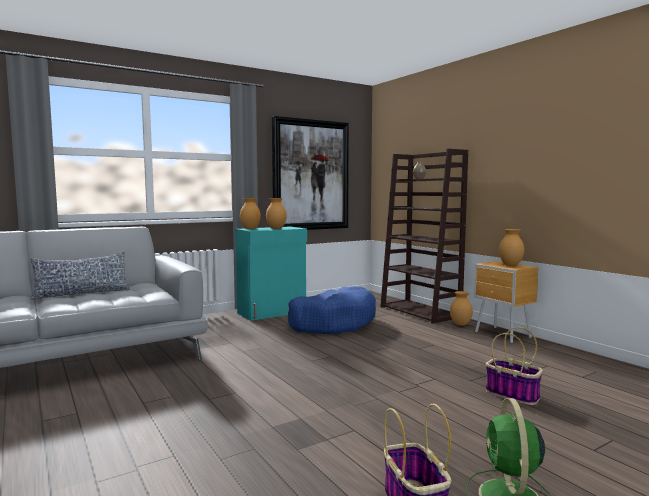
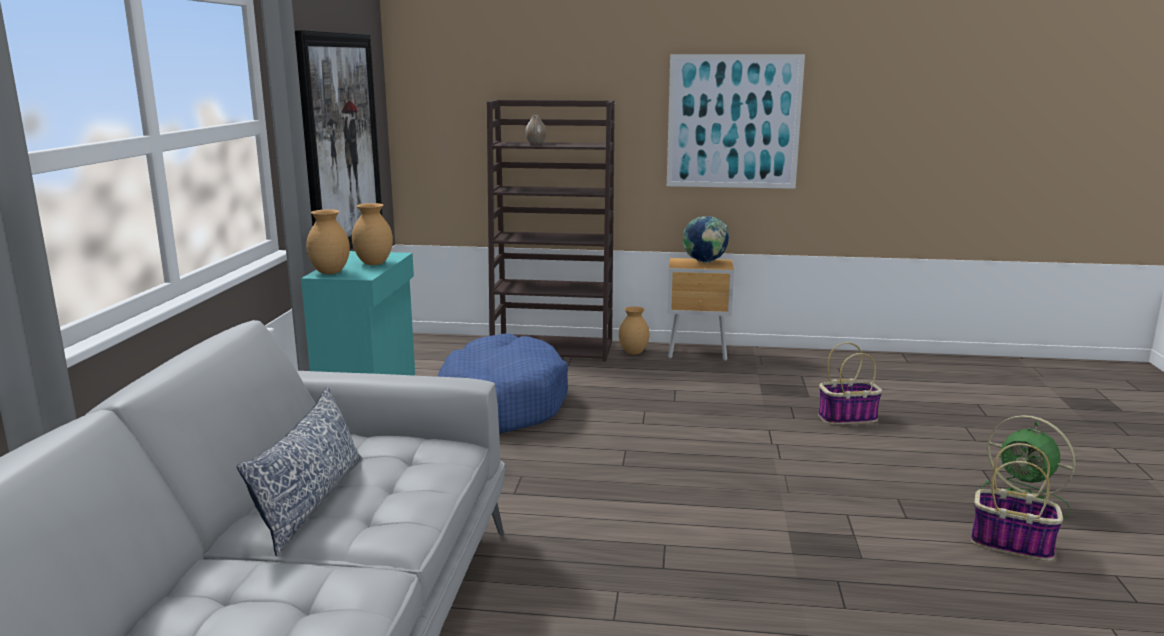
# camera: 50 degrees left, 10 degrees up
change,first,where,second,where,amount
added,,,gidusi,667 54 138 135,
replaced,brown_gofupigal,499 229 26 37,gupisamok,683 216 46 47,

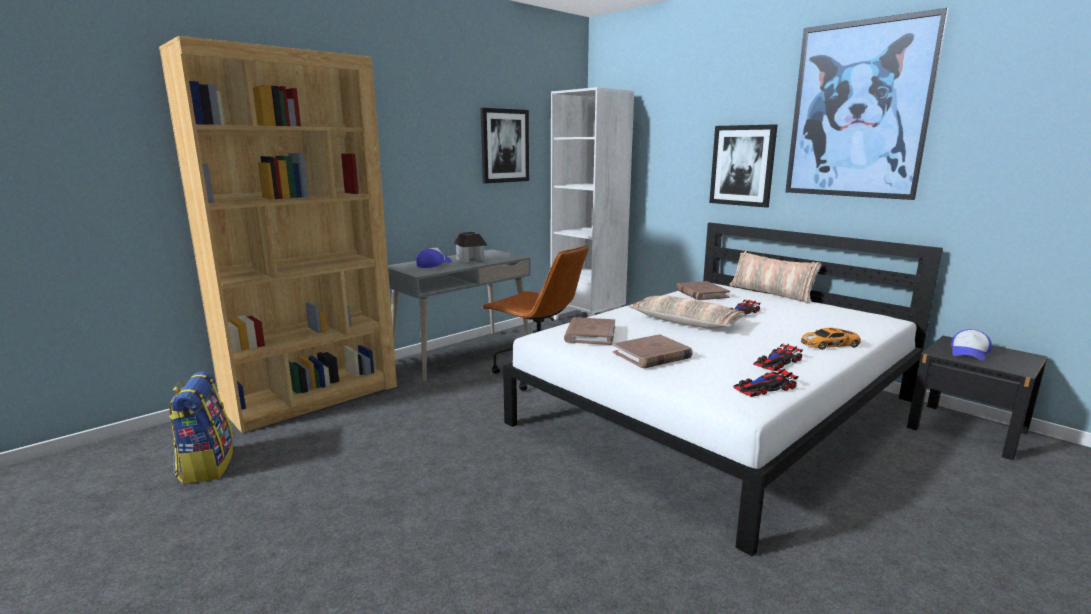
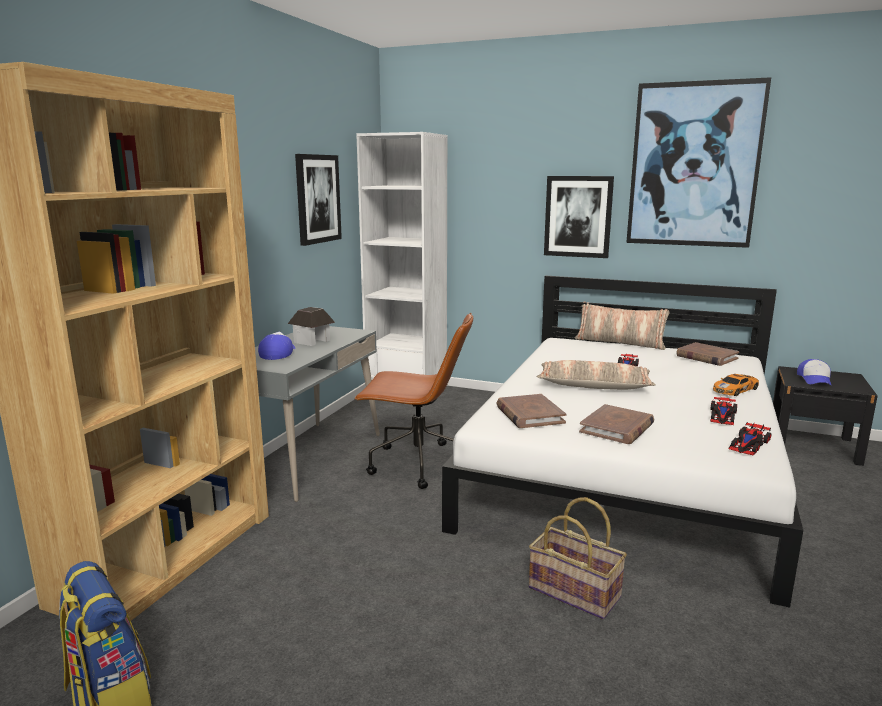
# camera: 25 degrees left, 0 degrees up
change,first,where,second,where,amount
added,,,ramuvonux,529 497 98 122,
moved,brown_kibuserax,676 281 54 19,,676 342 63 24,

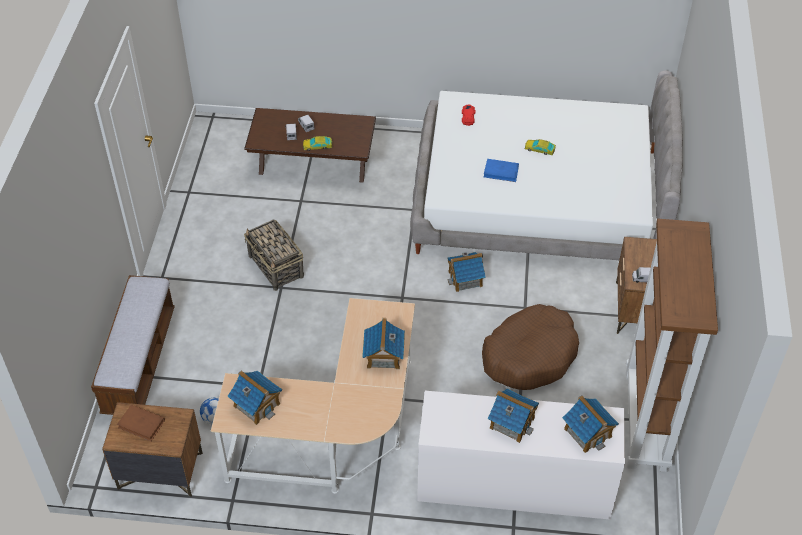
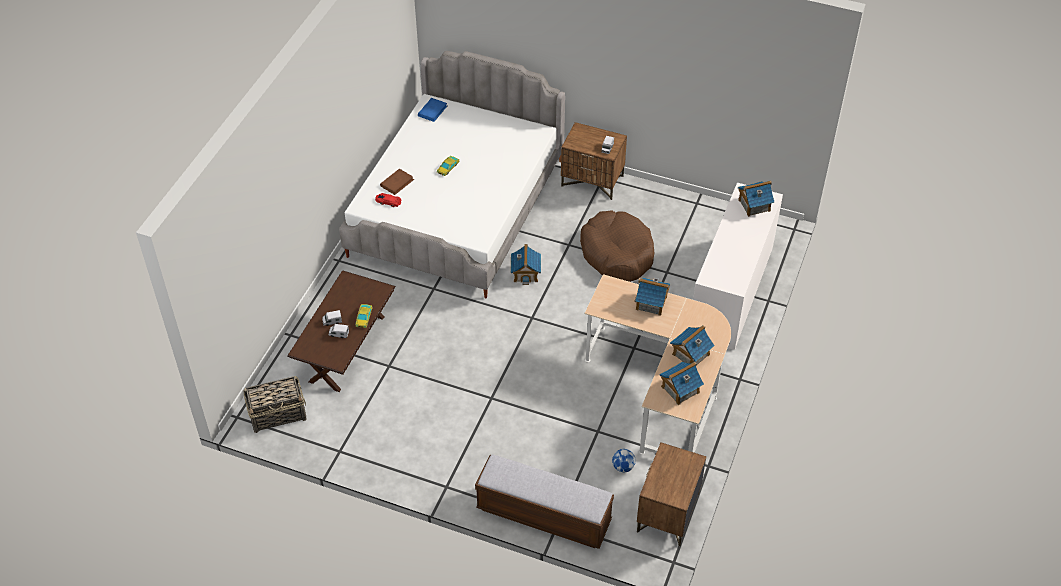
# camera: 75 degrees left, 0 degrees up
change,first,where,second,where,amount
moved,ramuvonux,244 219 60 72,,243 376 64 57,
moved,brown_kibuserax,117 405 48 36,,380 169 34 26,
moved,blue_kibuserax,484 159 35 23,,418 98 29 24,
moved,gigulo,488 388 51 55,,670 325 45 40,
removed,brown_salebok,626 219 92 253,,,

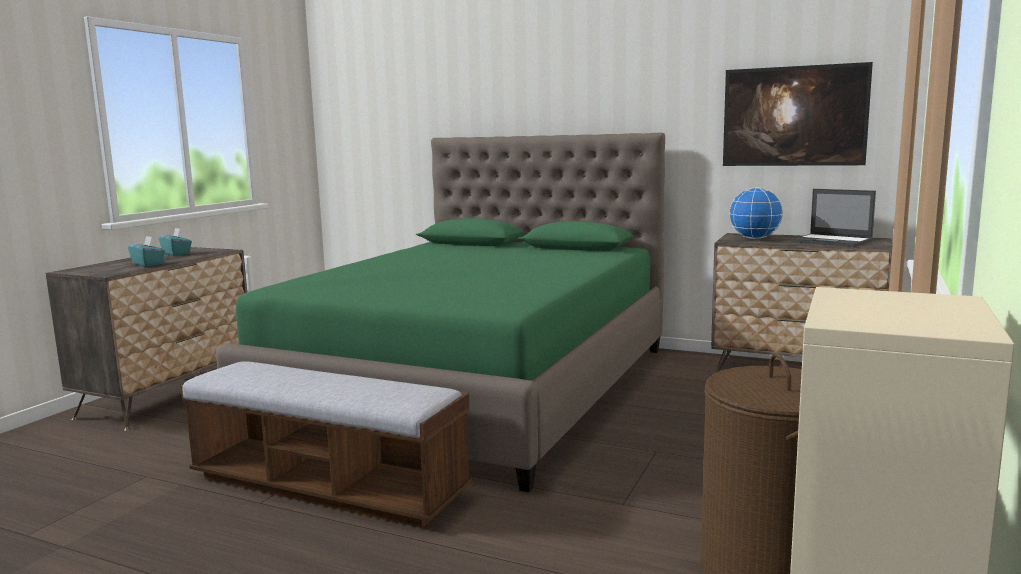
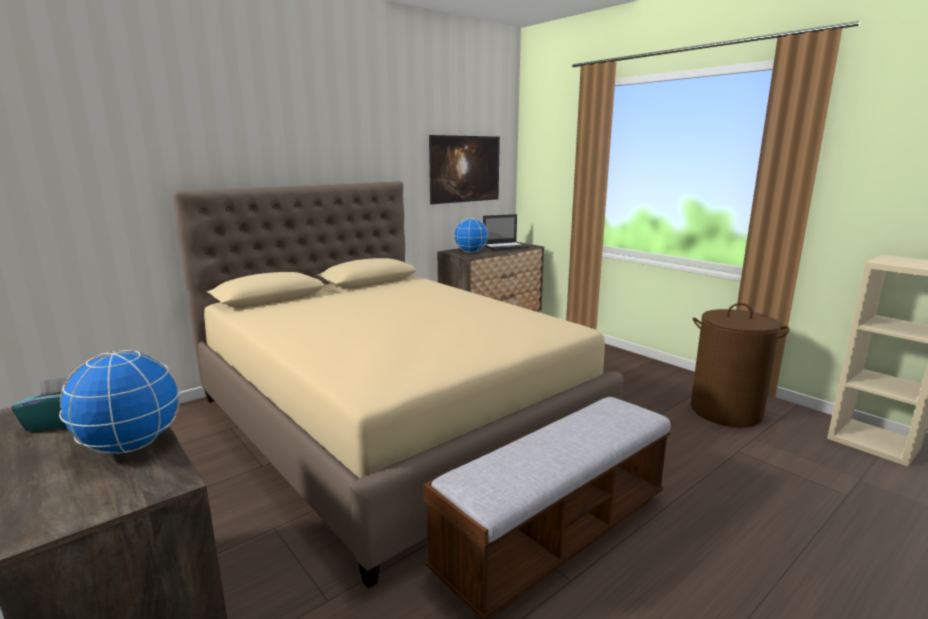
# camera: 65 degrees left, 5 degrees up
change,first,where,second,where,amount
replaced,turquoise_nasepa,128 236 37 30,gupisamok,59 350 121 104,
recoloured,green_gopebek,216 133 449 359,beige_gopebek,172 181 451 407,

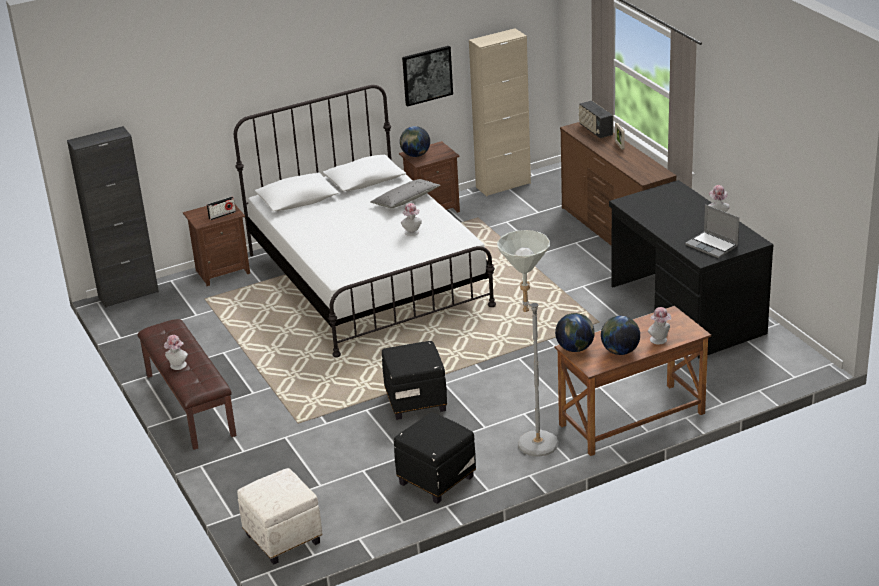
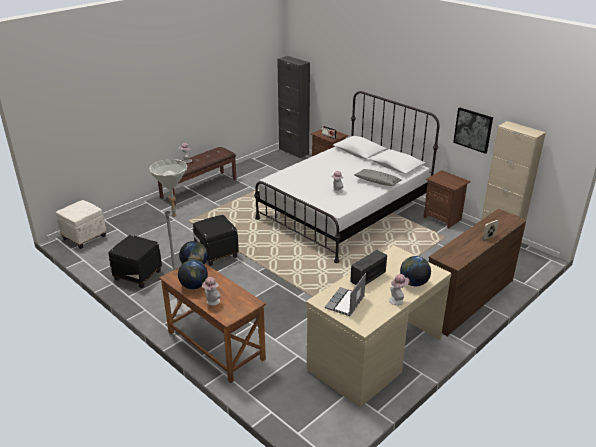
# camera: 70 degrees right, 0 degrees up
change,first,where,second,where,amount
recoloured,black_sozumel,609 180 164 178,beige_sozumel,306 245 146 163,
moved,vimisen,579 100 34 38,,350 250 37 35,
moved,gupisamok,400 126 30 31,,400 256 31 30,

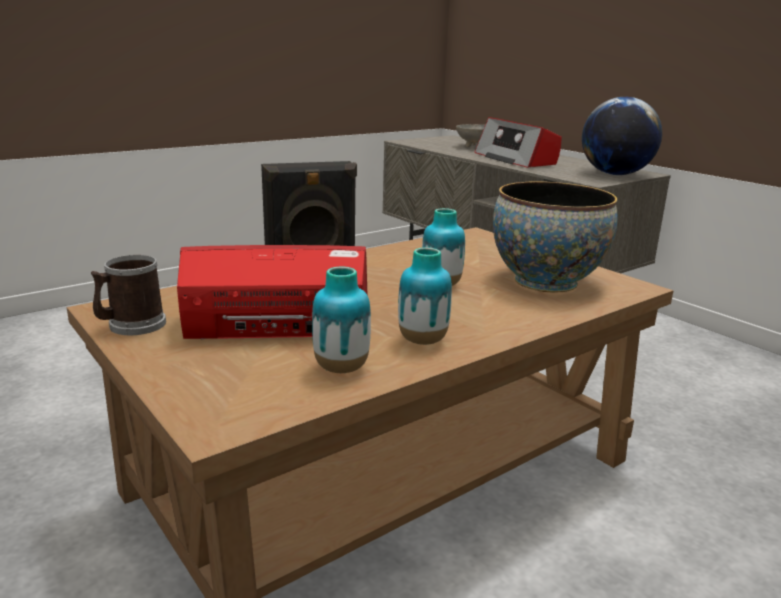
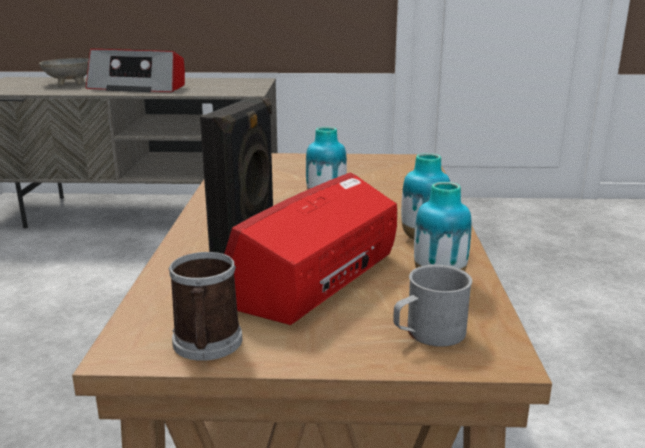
# camera: 50 degrees left, 0 degrees up
change,first,where,second,where,amount
added,,,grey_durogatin,393 265 79 82,
removed,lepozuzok,493 181 125 112,,,
removed,gupisamok,582 97 80 78,,,

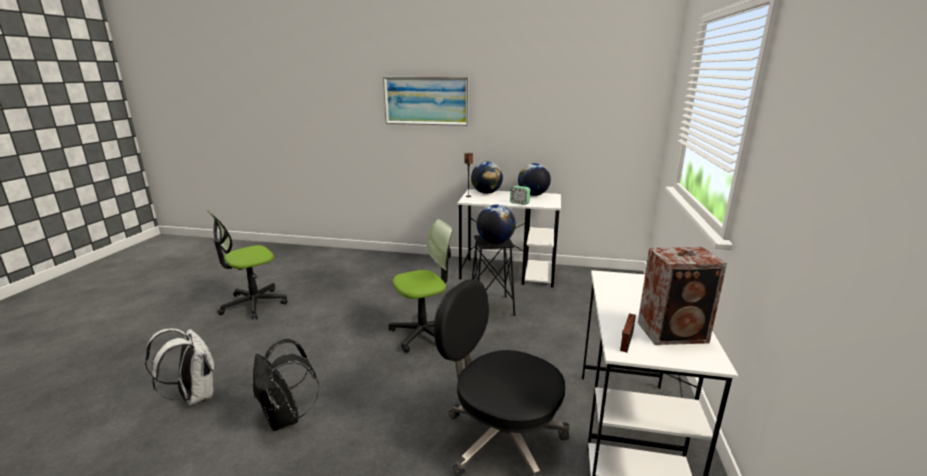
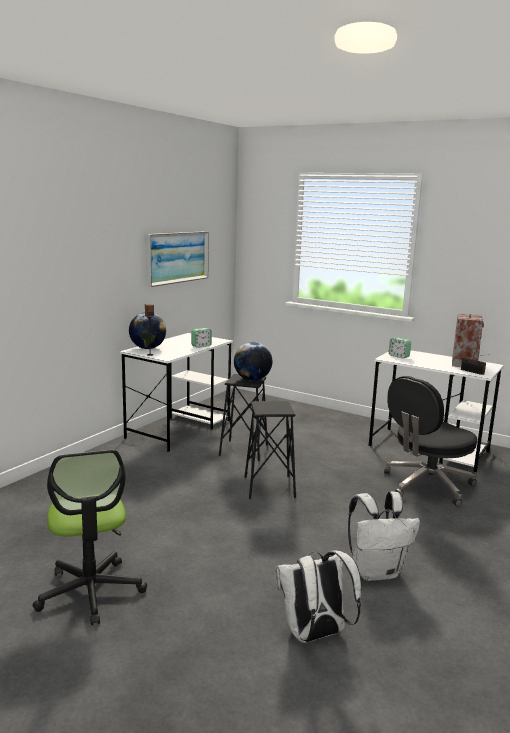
# camera: 70 degrees left, 5 degrees down
change,first,where,second,where,amount
moved,gidusi,383 77 86 49,,147 231 62 56,
replaced,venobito,388 219 65 134,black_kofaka,245 401 51 98,
recoloured,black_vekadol,253 339 66 92,white_vekadol,348 491 72 90,
added,,,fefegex,389 338 22 21,
removed,gupisamok,518 163 33 33,,,

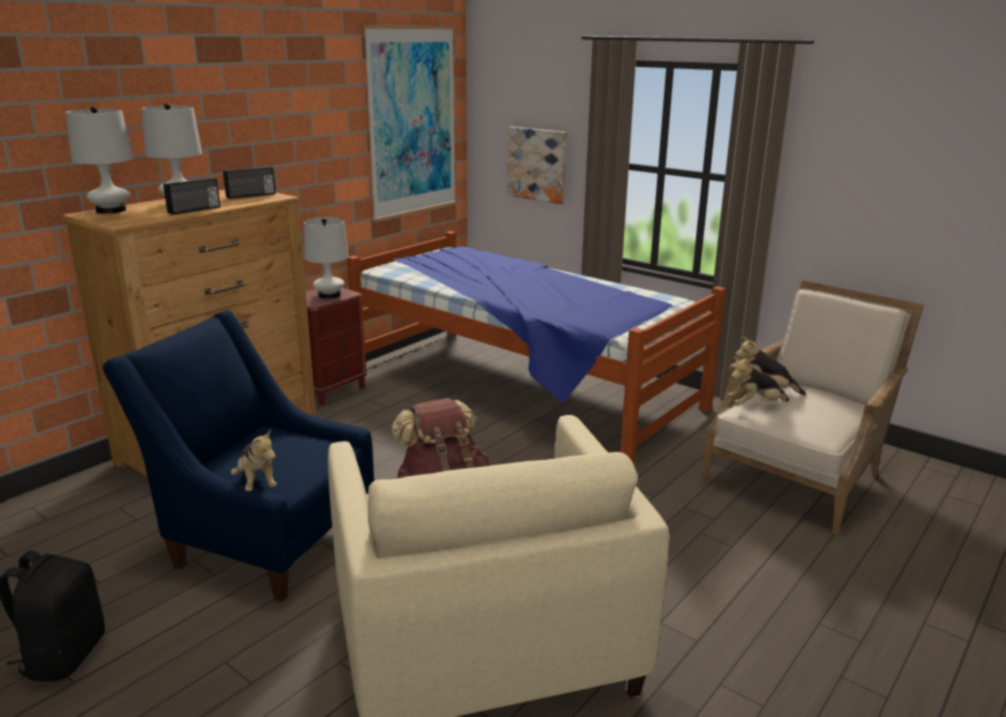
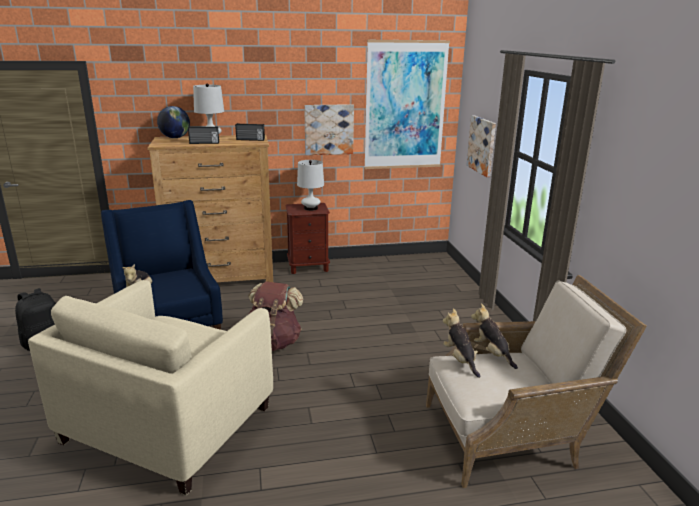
# camera: 40 degrees right, 0 degrees up
change,first,where,second,where,amount
replaced,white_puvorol,66 107 67 107,gupisamok,157 106 33 32,
added,,,gidusi,304 104 50 51,
turned,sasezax,728 357 61 48,,443 308 37 70,45 degrees clockwise
removed,gopebek,347 231 379 234,,,

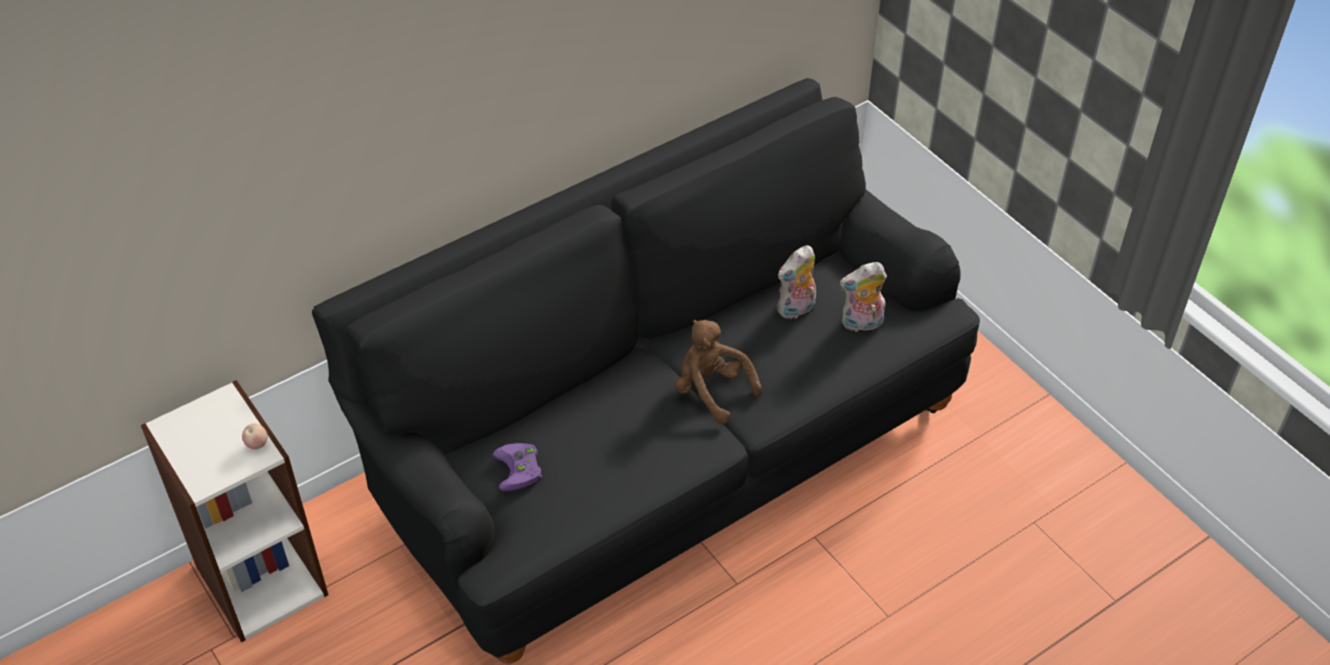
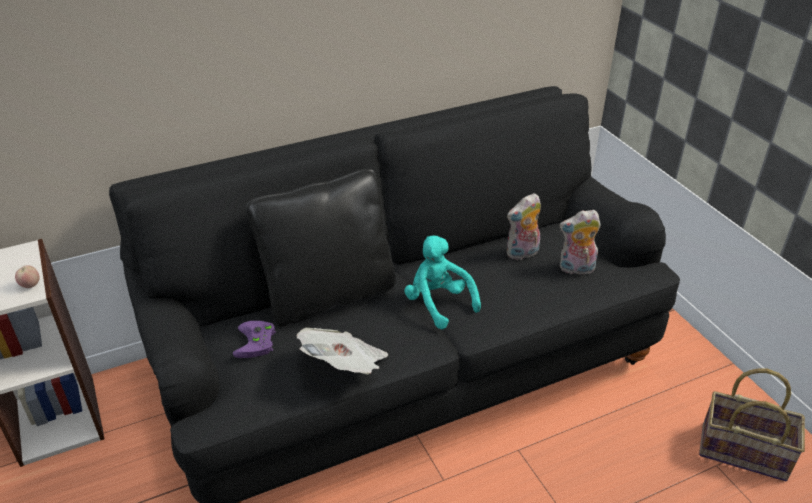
# camera: 10 degrees right, 10 degrees down
change,first,where,second,where,amount
added,,,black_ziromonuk,246 169 150 158,
added,,,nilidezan,296 328 92 46,
recoloured,brown_sasezax,674 320 88 104,turquoise_sasezax,404 235 77 94,
added,,,ramuvonux,699 369 106 112,

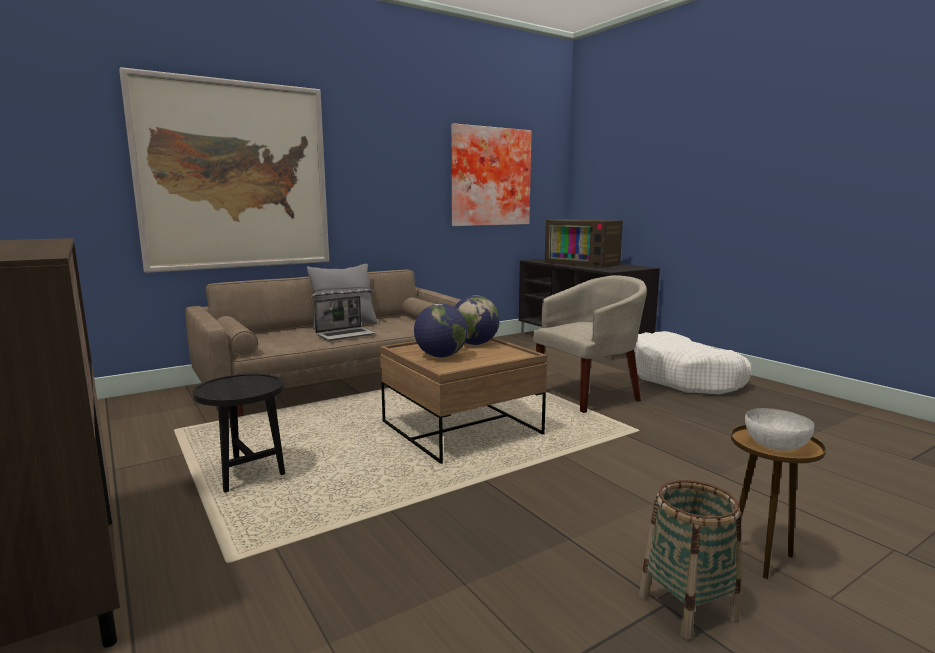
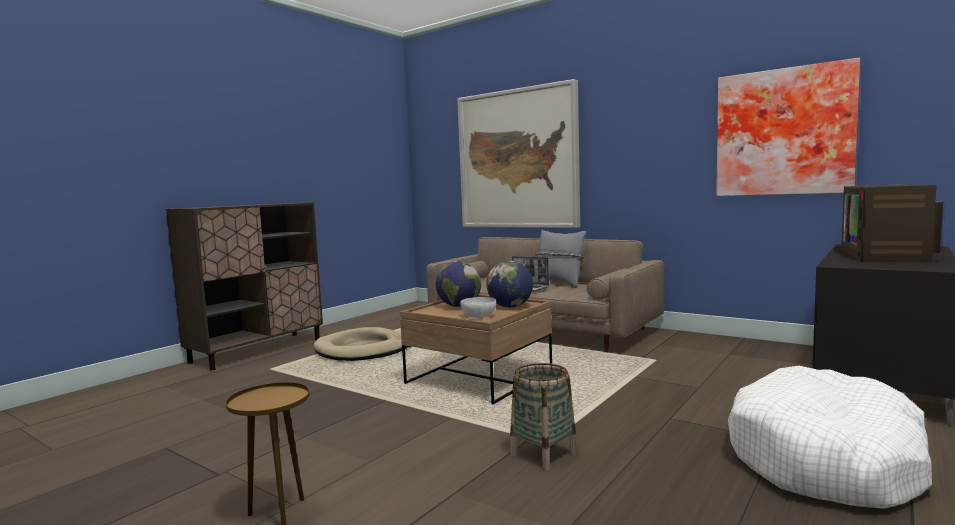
# camera: 70 degrees right, 5 degrees down
change,first,where,second,where,amount
replaced,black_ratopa,193 374 92 119,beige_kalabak,313 327 95 34,
moved,white_lepozuzok,745 408 70 43,,460 297 36 21,
moved,ramuvonux,639 480 102 159,,510 363 67 108,
removed,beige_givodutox,533 275 114 138,,,

